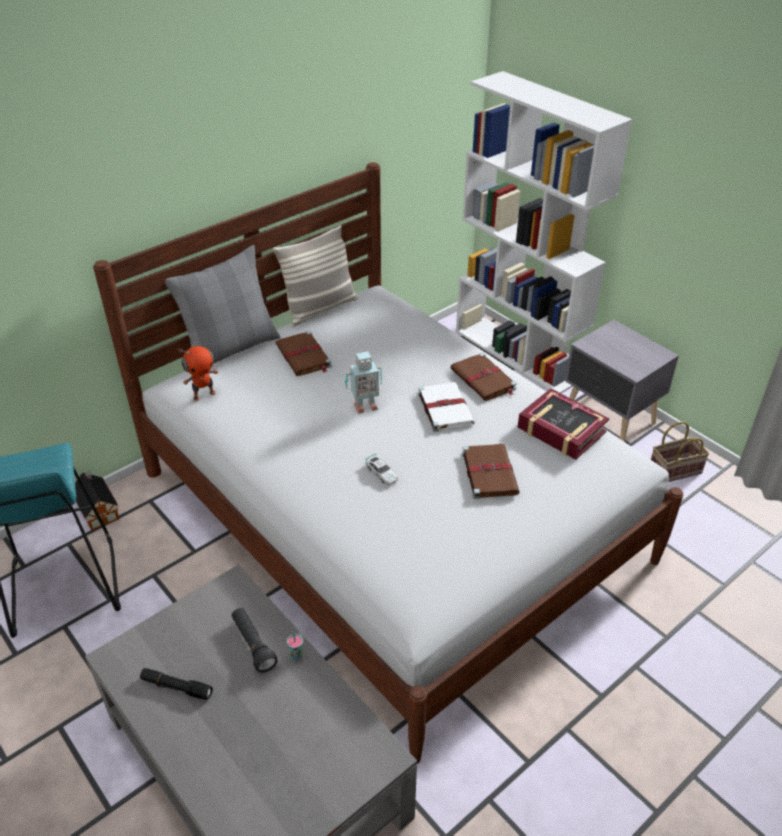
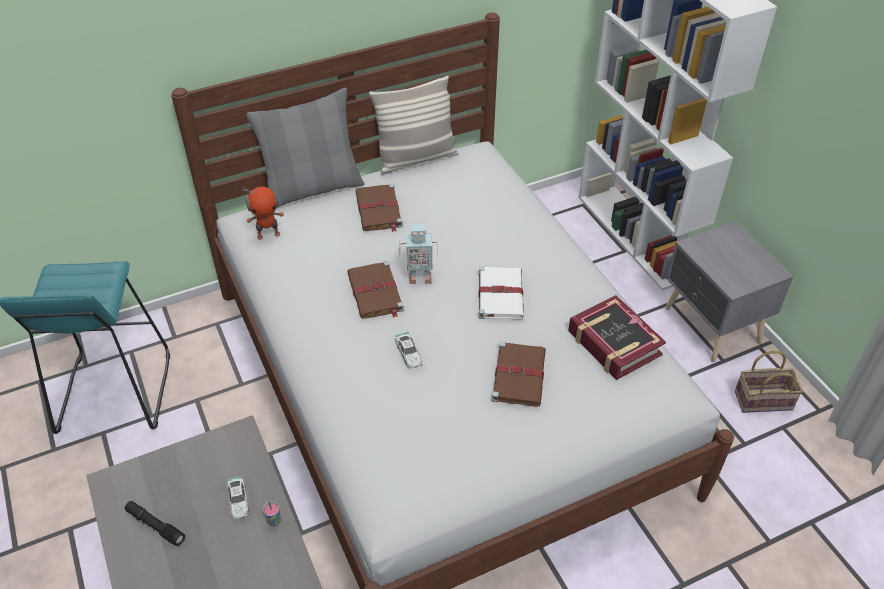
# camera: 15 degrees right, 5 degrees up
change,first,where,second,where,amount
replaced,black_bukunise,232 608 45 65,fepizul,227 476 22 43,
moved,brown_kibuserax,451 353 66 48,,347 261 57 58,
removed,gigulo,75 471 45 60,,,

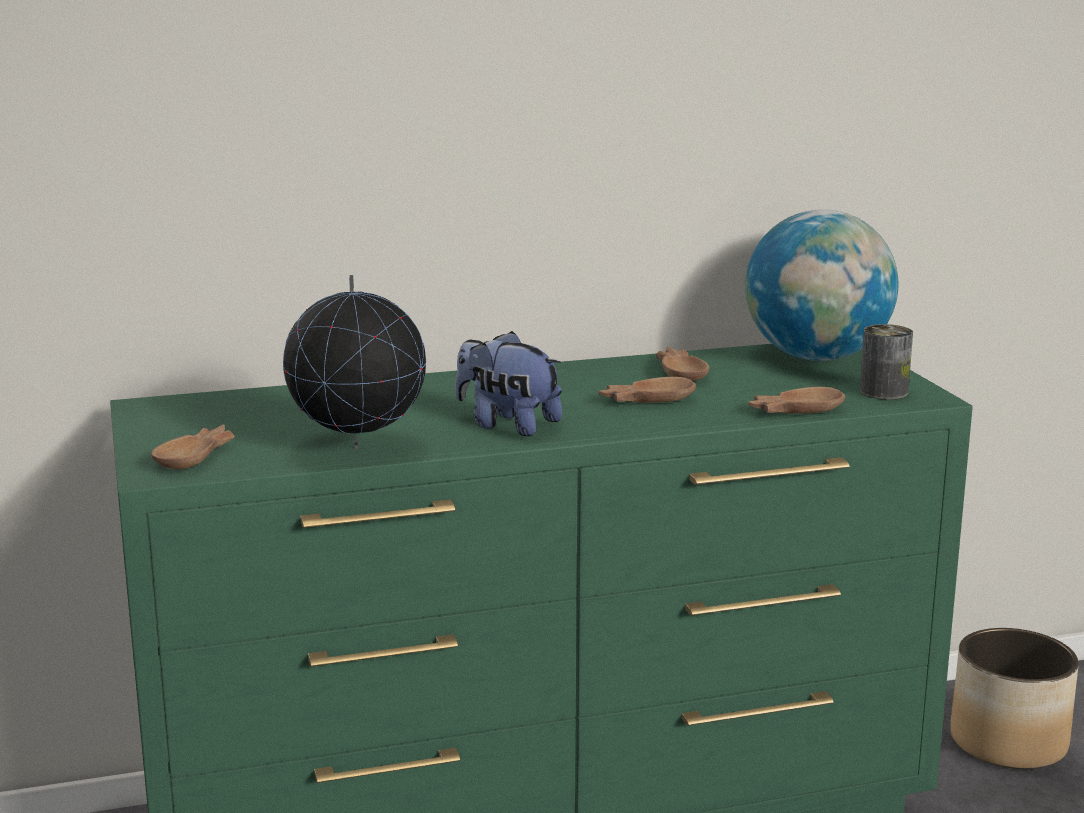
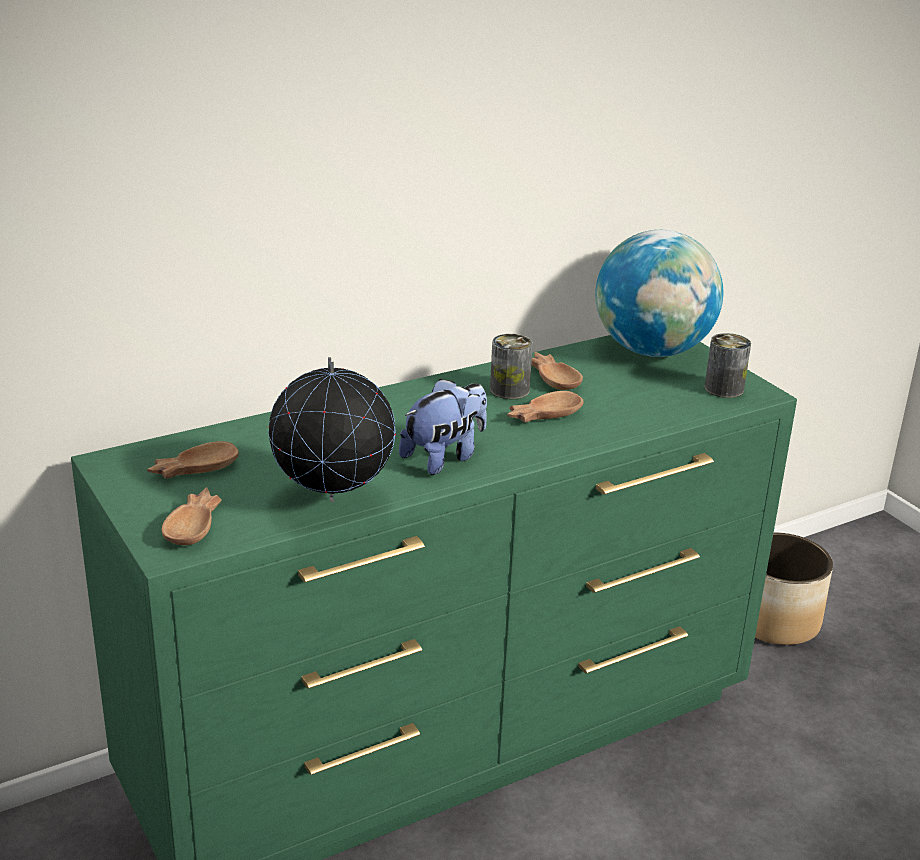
# camera: 15 degrees left, 10 degrees up
change,first,where,second,where,amount
moved,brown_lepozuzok,748 387 97 27,,147 441 92 38,
turned,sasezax,455 331 107 105,,399 378 88 97,120 degrees clockwise
added,,,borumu,490 334 43 65,

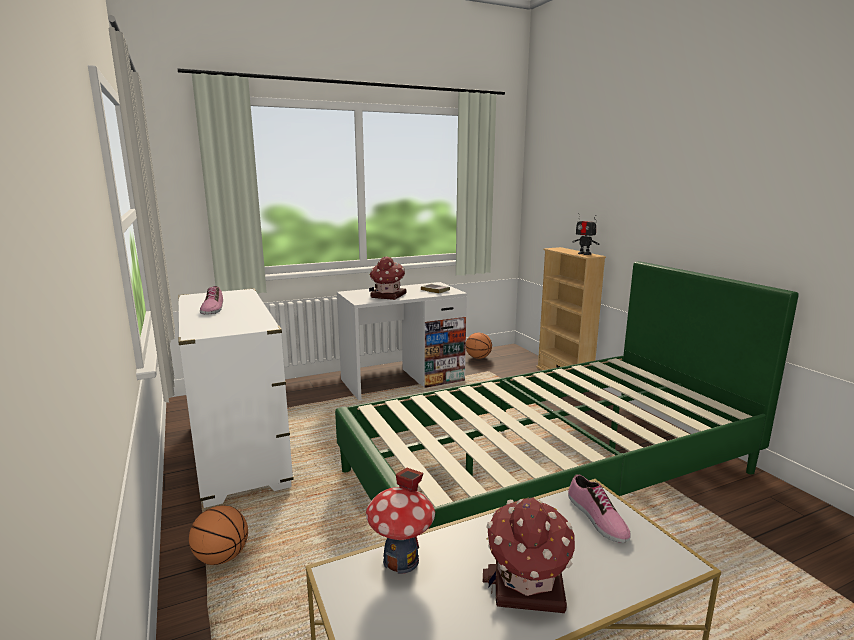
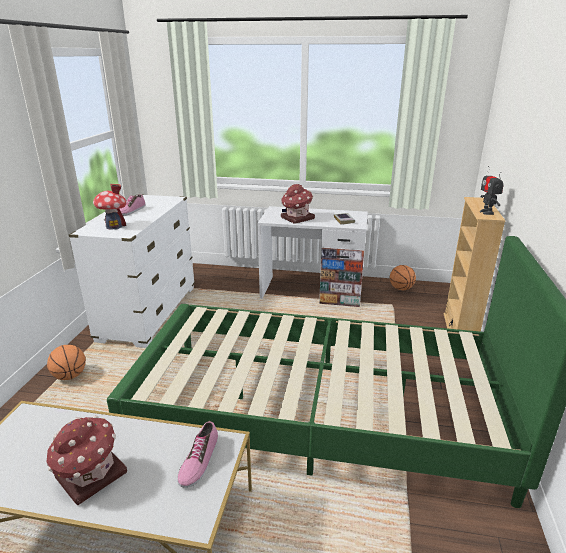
# camera: 35 degrees right, 10 degrees up
change,first,where,second,where,amount
moved,gigulo,366 468 69 106,,93 184 33 46,

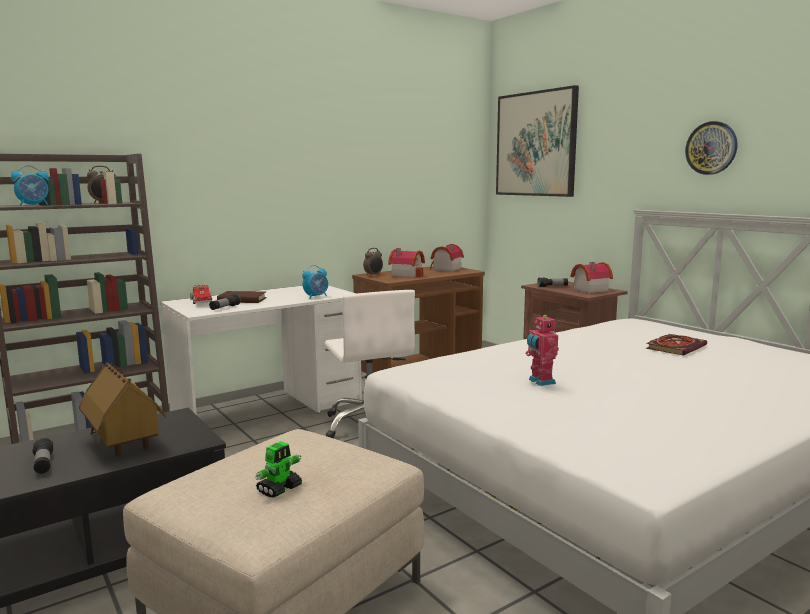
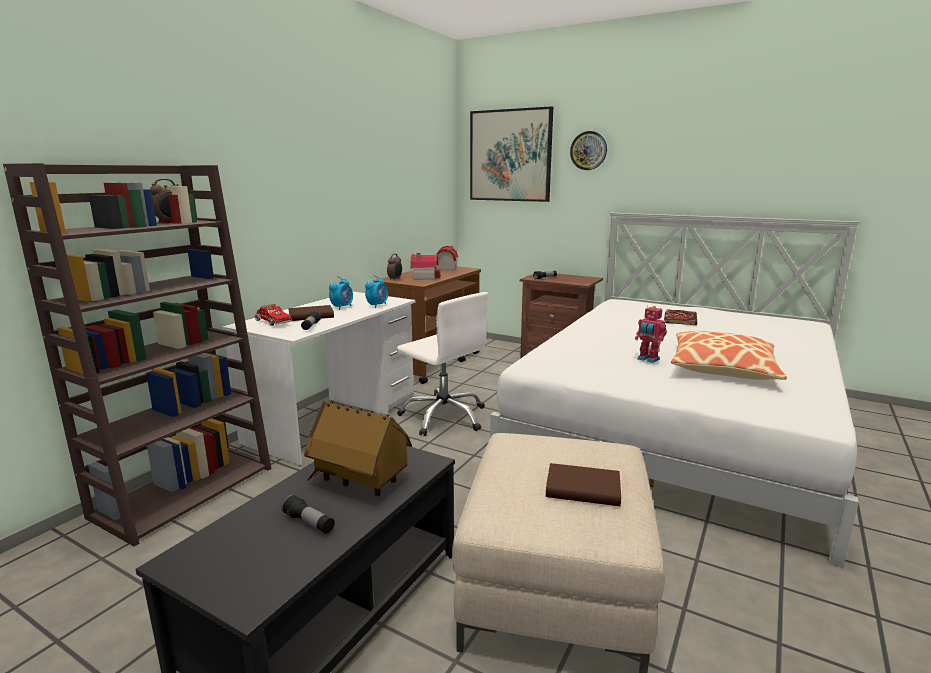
# camera: 25 degrees left, 5 degrees up
change,first,where,second,where,amount
moved,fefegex,11 165 38 41,,329 276 24 34,
replaced,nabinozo,255 441 47 57,brown_kibuserax,546 463 75 43,
moved,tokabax,685 121 52 54,,570 131 37 39,
added,,,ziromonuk,671 331 116 49,
removed,gigulo,571 262 42 31,,,

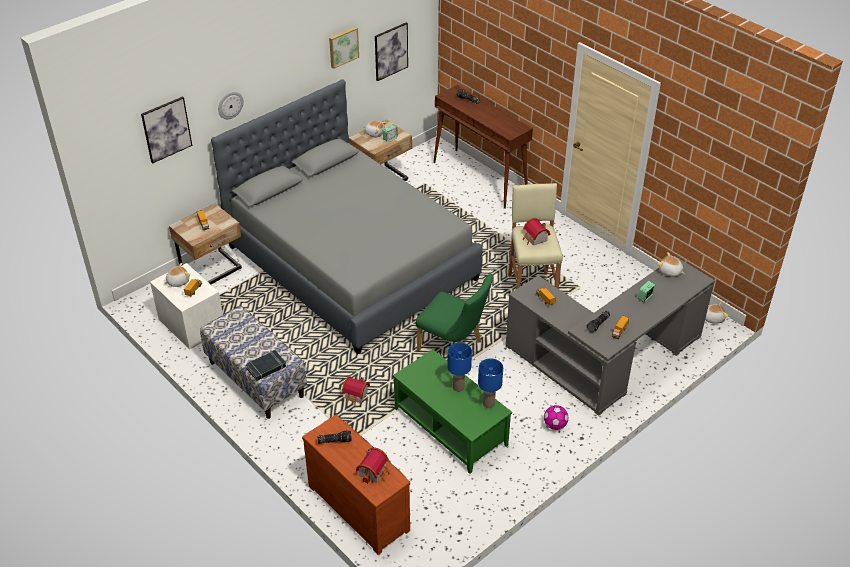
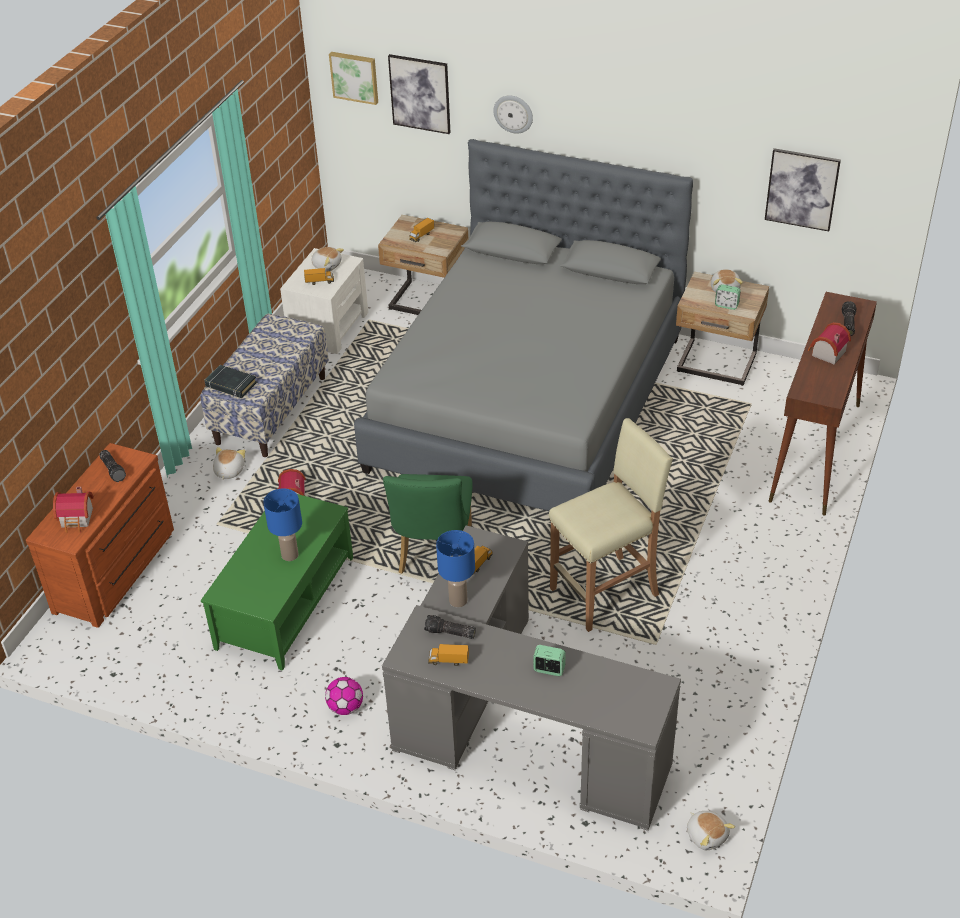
# camera: 65 degrees right, 0 degrees up
change,first,where,second,where,amount
moved,sasezax,658 252 27 25,,213 447 32 33,
moved,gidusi,329 27 30 42,,329 52 49 53,
moved,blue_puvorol,478 358 25 50,,436 530 39 77,
moved,gigulo,523 218 27 28,,808 322 43 43,

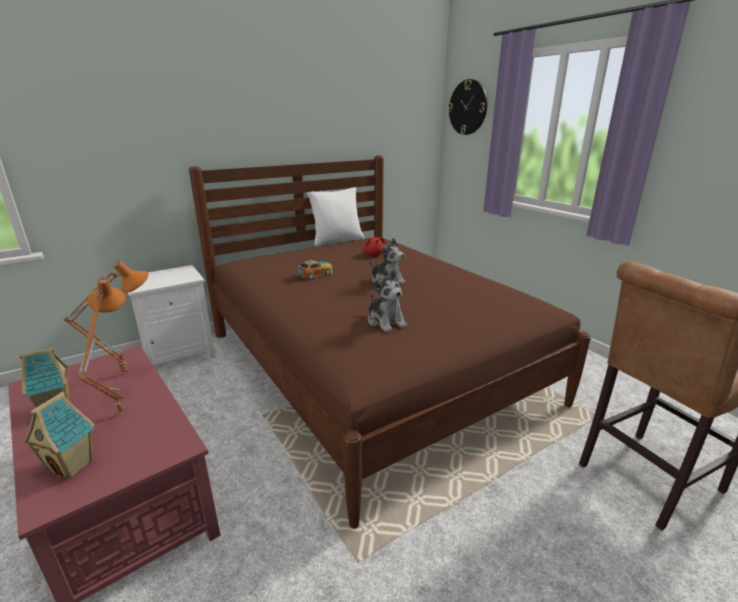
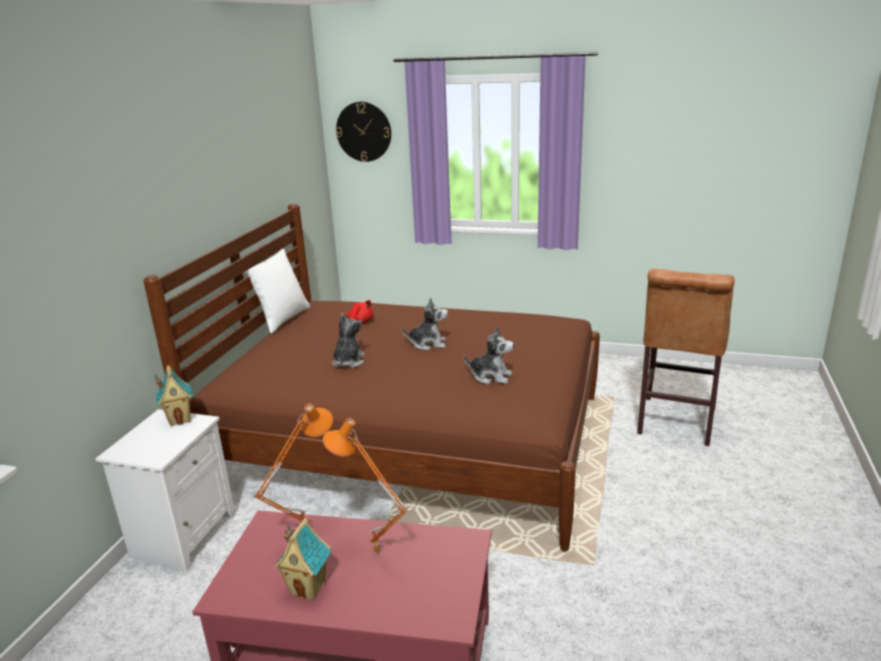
# camera: 40 degrees left, 0 degrees up
change,first,where,second,where,amount
moved,gigulo,23 392 72 87,,155 365 38 62,
replaced,fepizul,296 260 37 19,sasezax,332 313 32 55,

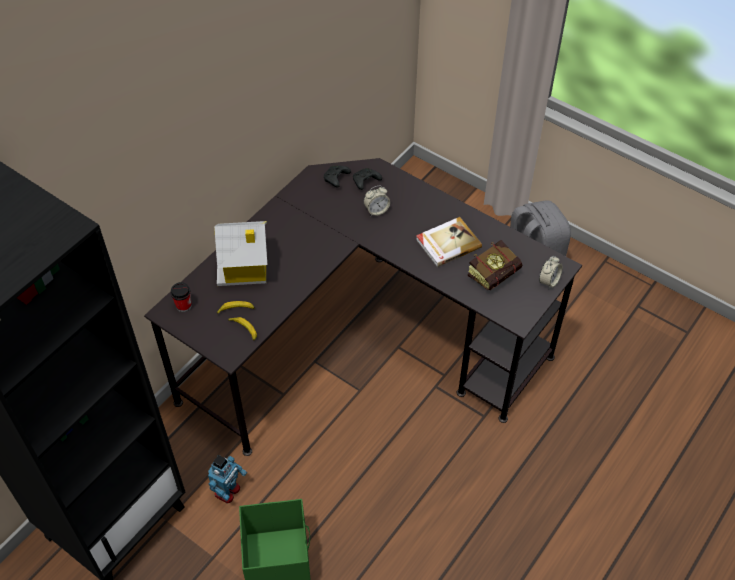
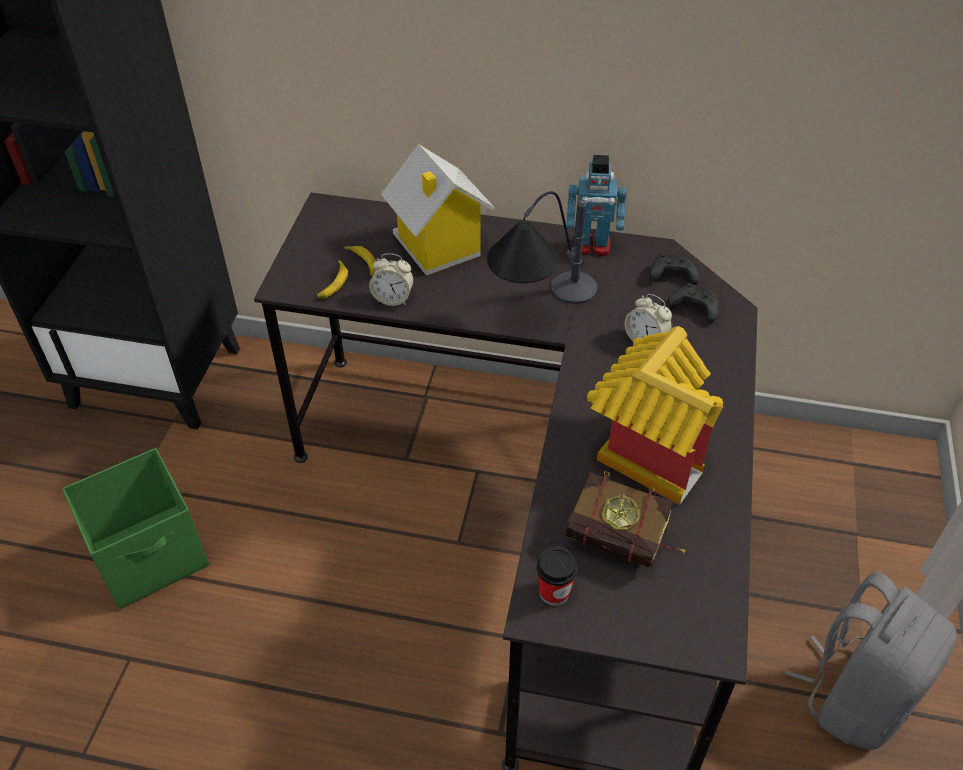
# camera: 65 degrees right, 5 degrees down
change,first,where,second,where,amount
moved,fefegex,539 256 24 33,,369 253 45 53,
added,,,puvorol,487 191 110 113,
moved,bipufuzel,170 282 22 30,,537 547 41 59,
moved,nabinozo,208 455 39 48,,567 155 60 101,
replaced,kibuserax,416 217 66 50,gigulo,587 326 136 179,

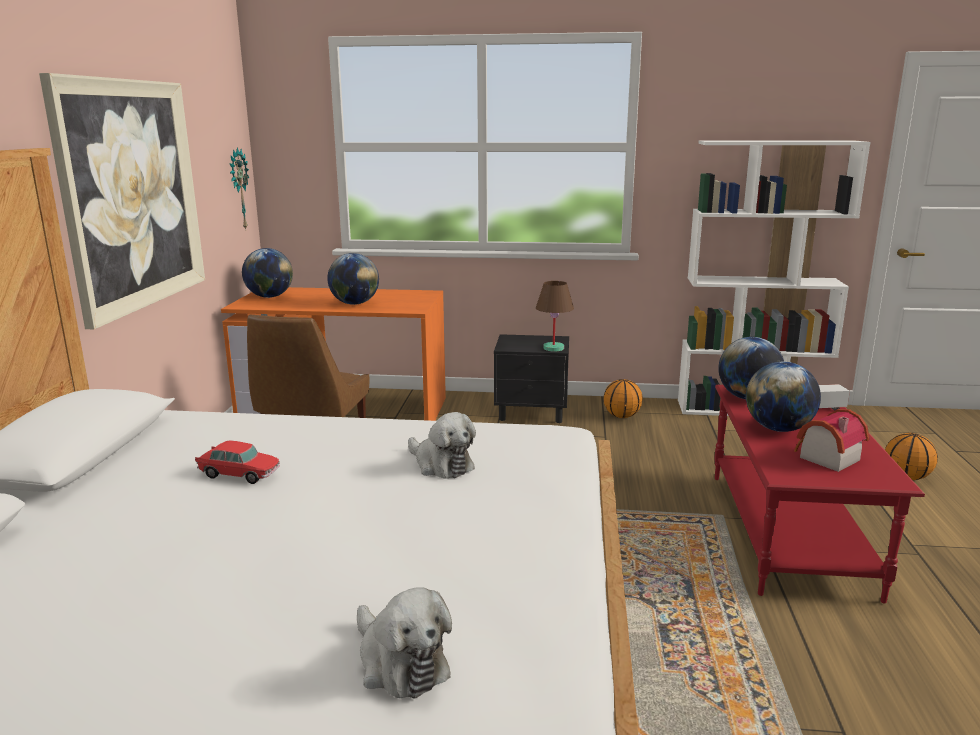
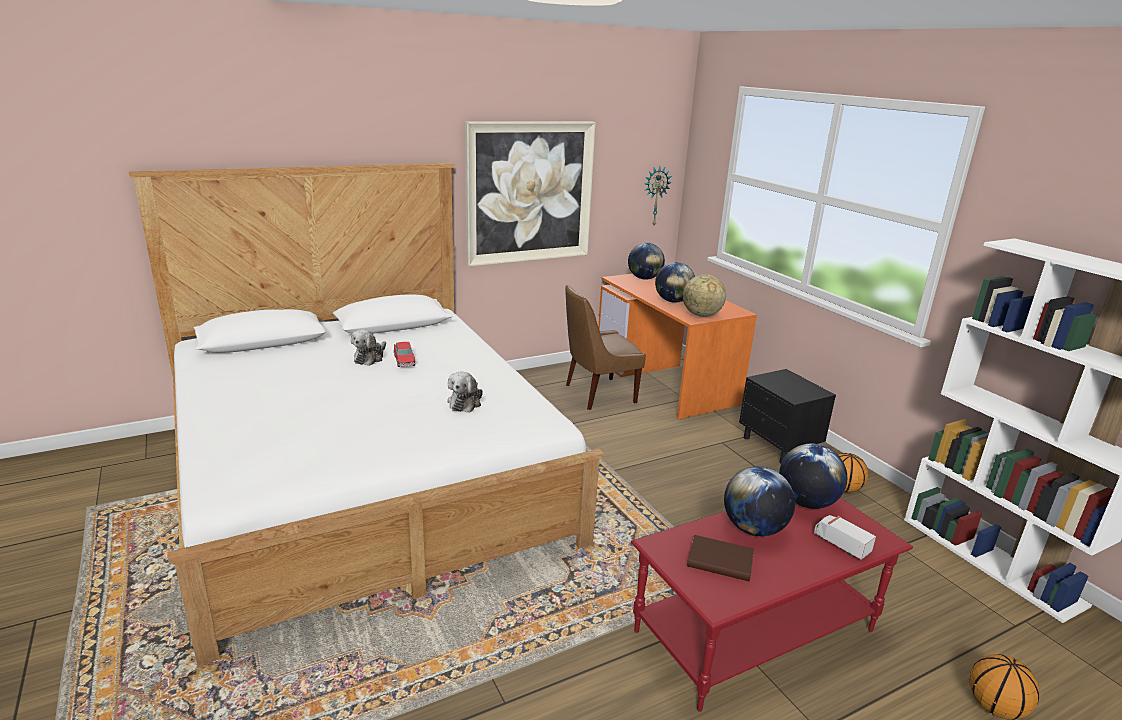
# camera: 55 degrees right, 5 degrees up
change,first,where,second,where,amount
moved,sasezax,357 587 95 112,,351 329 35 37,
added,,,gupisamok,683 274 43 43,
replaced,gigulo,794 409 76 63,brown_kibuserax,687 535 67 47,
removed,brown_puvorol,536 281 38 70,,,

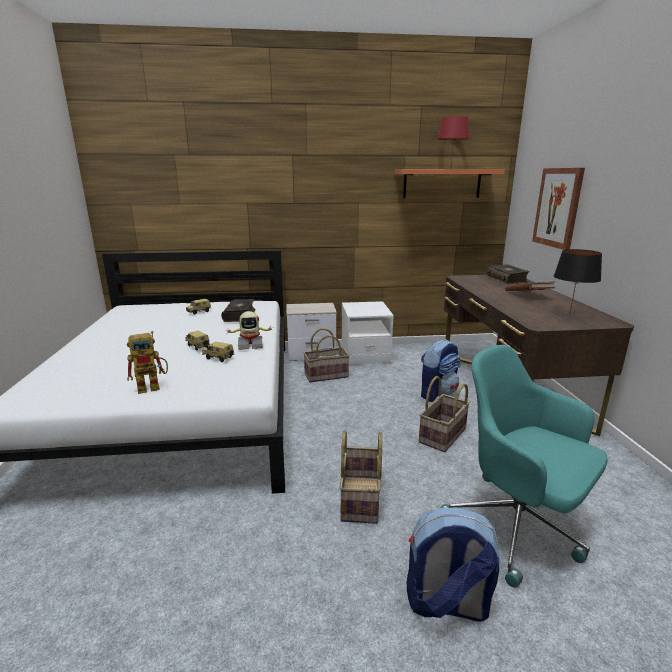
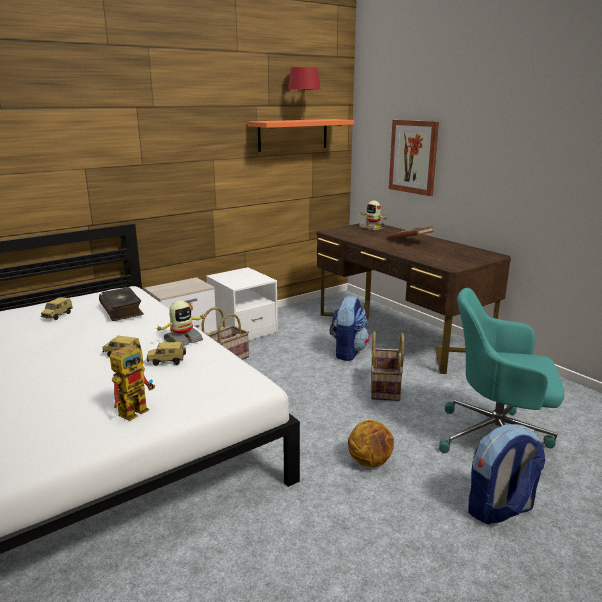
# camera: 30 degrees left, 0 degrees up
change,first,where,second,where,amount
replaced,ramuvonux,339 430 43 94,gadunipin,348 420 46 47,
replaced,kibuserax,487 264 42 20,nabinozo,359 201 28 29,
removed,black_puvorol,554 249 48 66,,,

